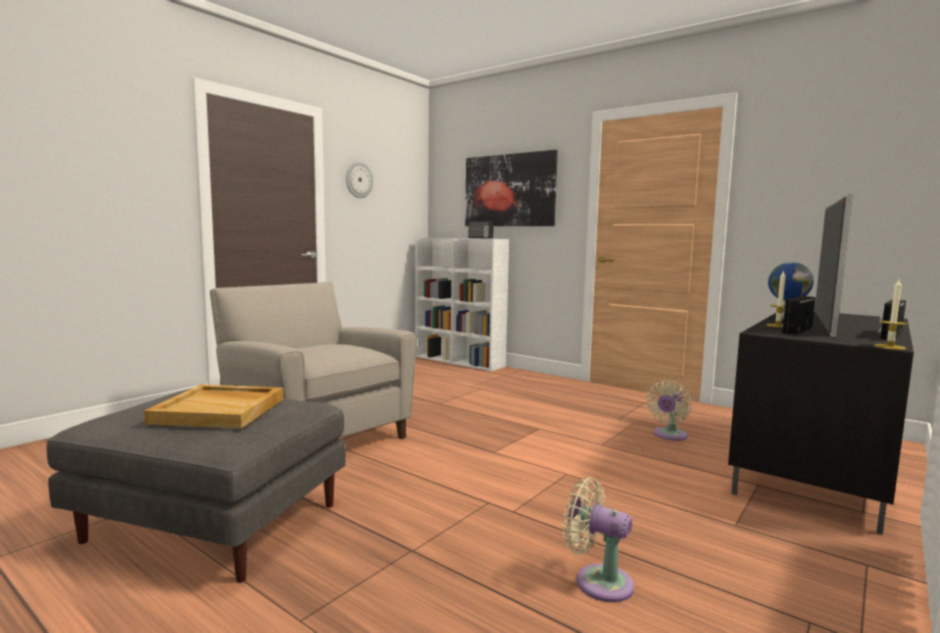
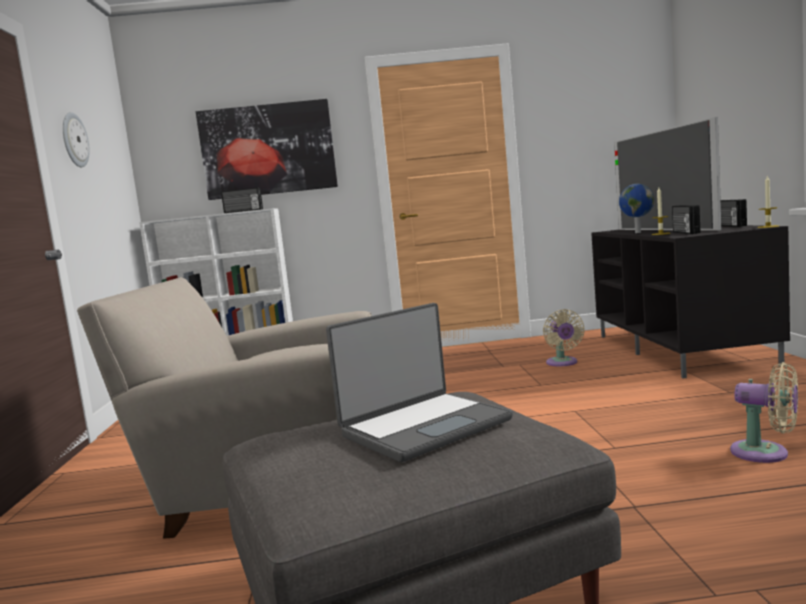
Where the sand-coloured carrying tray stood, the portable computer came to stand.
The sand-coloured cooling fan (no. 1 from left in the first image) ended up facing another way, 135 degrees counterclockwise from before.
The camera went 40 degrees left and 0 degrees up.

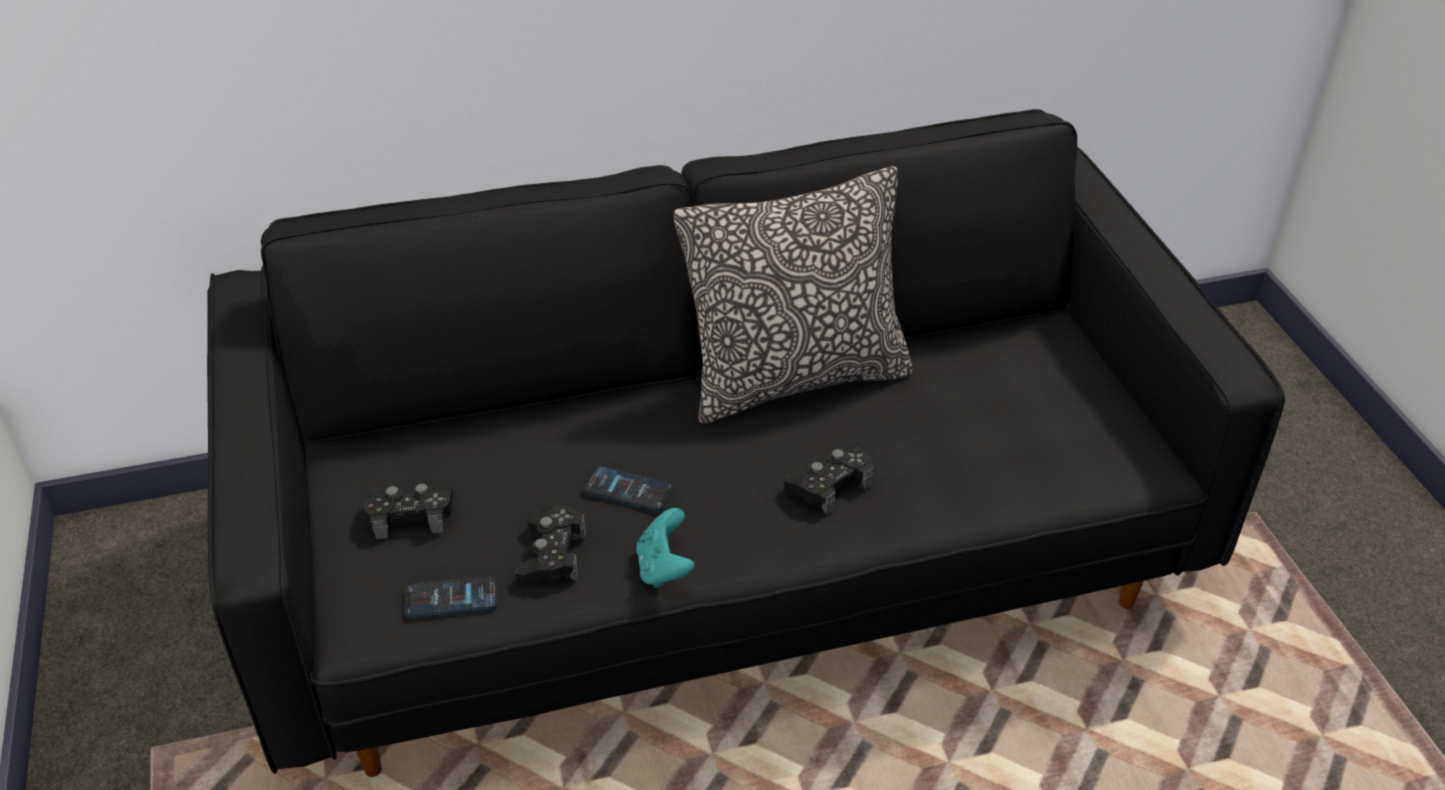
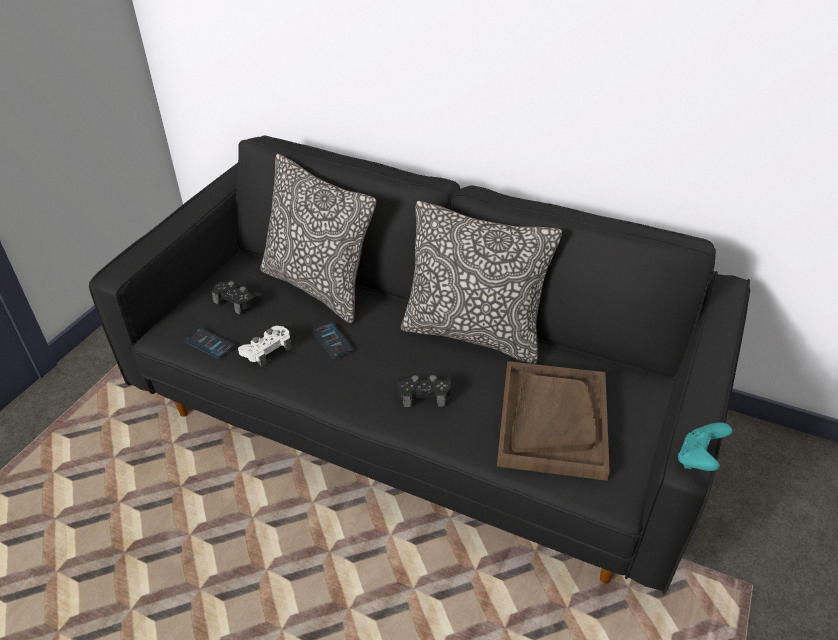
What was the blackish game controller (no. 2 from left) turned into the whitish game controller.
The turquoise game controller ended up elsewhere.
The second view gained the cushion (no. 1 from left).
The second view gained the brown-coloured carrying tray.
The camera went 40 degrees right and 0 degrees up.

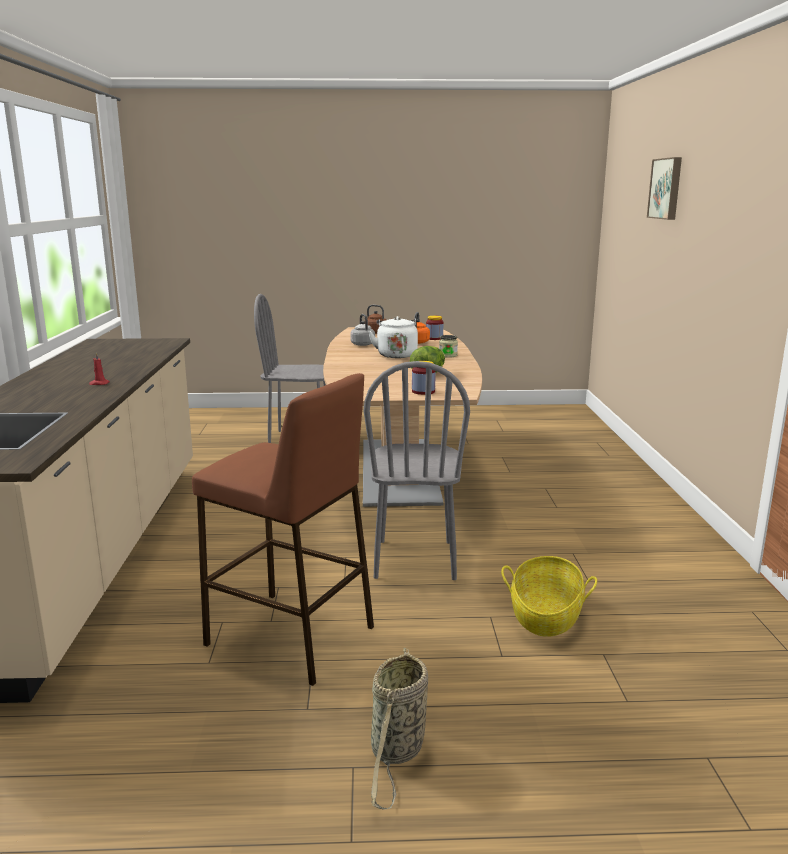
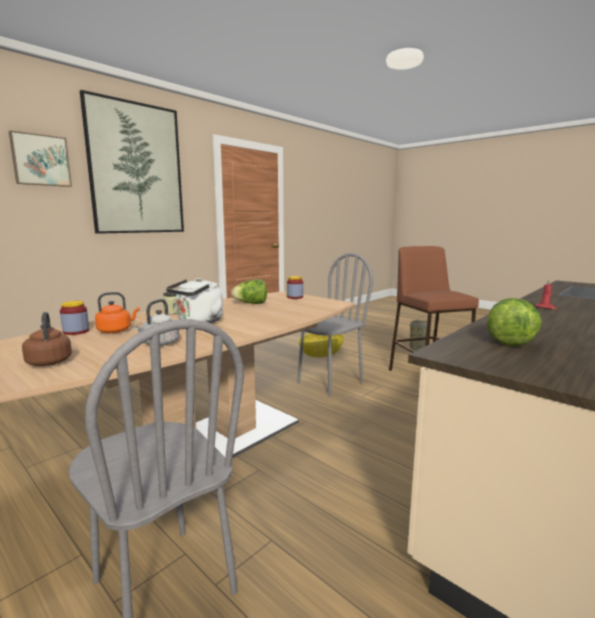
The second view gained the wall picture (no. 2 from left).
The second view gained the lettuce (no. 2 from left).
The camera went 135 degrees left and 5 degrees down.

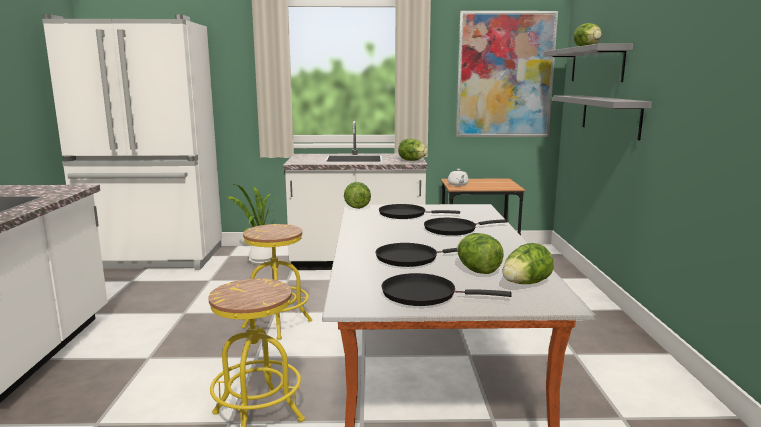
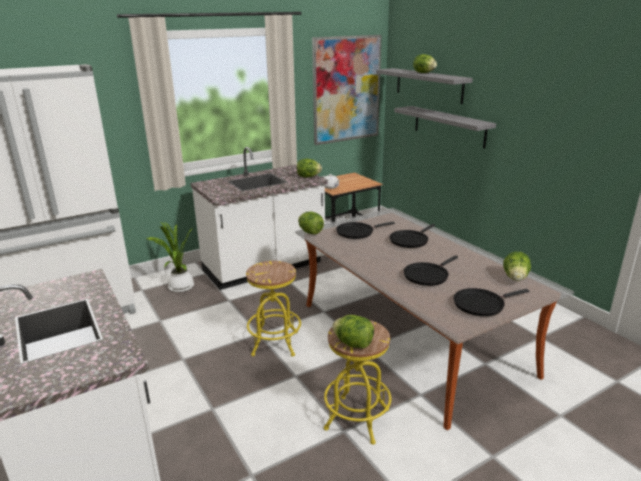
The lettuce (no. 3 from left) ended up elsewhere.
The camera went 30 degrees left and 10 degrees up.

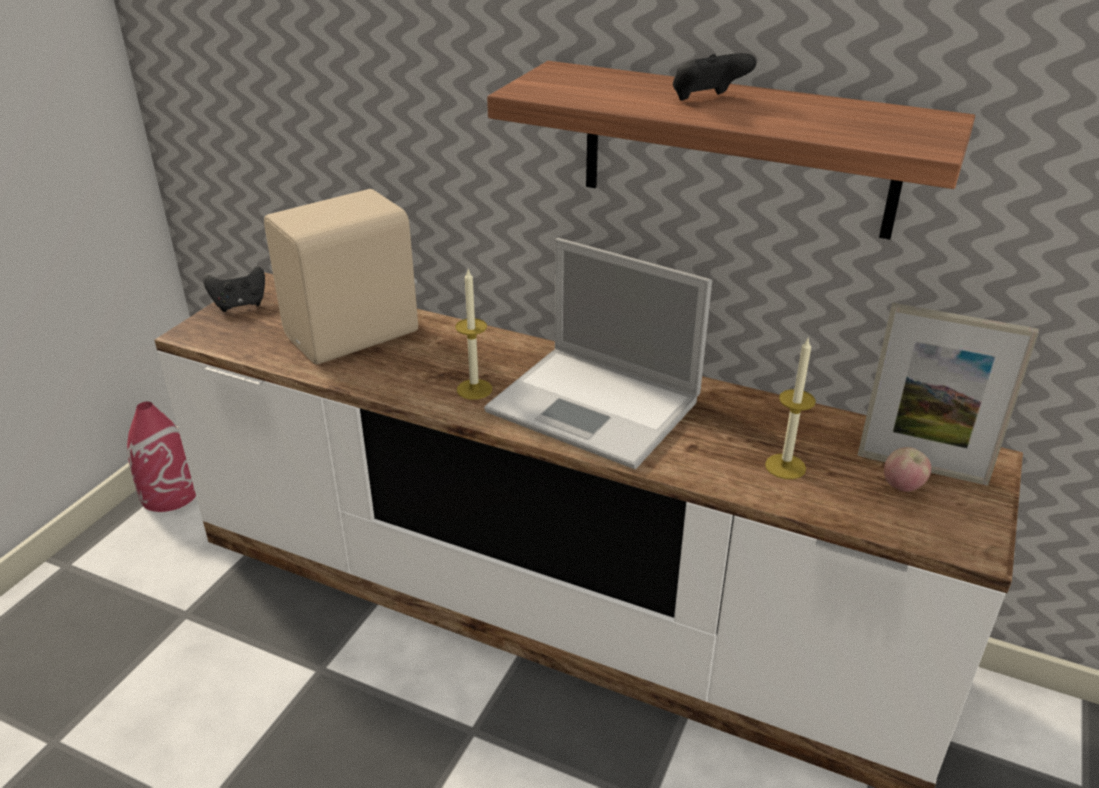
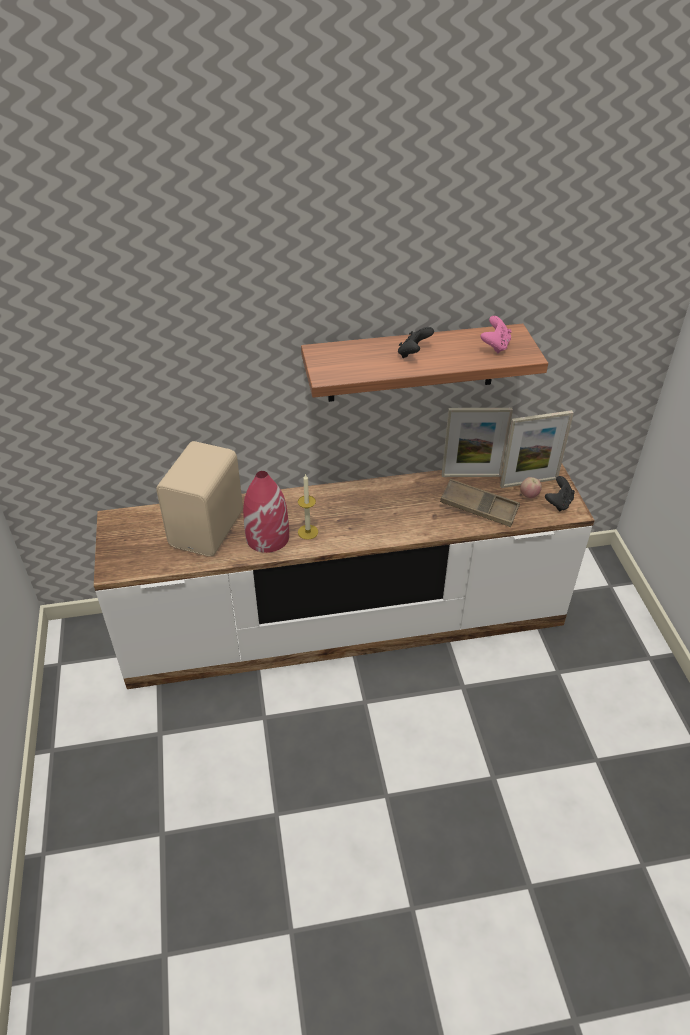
The red-coloured flower vase ended up elsewhere.
The blackish game controller (no. 1 from left in the first image) ended up elsewhere.
The second view lost the portable computer.
Where the wax candle (no. 2 from left) stood, the brown-coloured carrying tray came to stand.
The second view gained the standing frame (no. 1 from left).
The second view gained the pink game controller.
The camera went 35 degrees left and 10 degrees up.

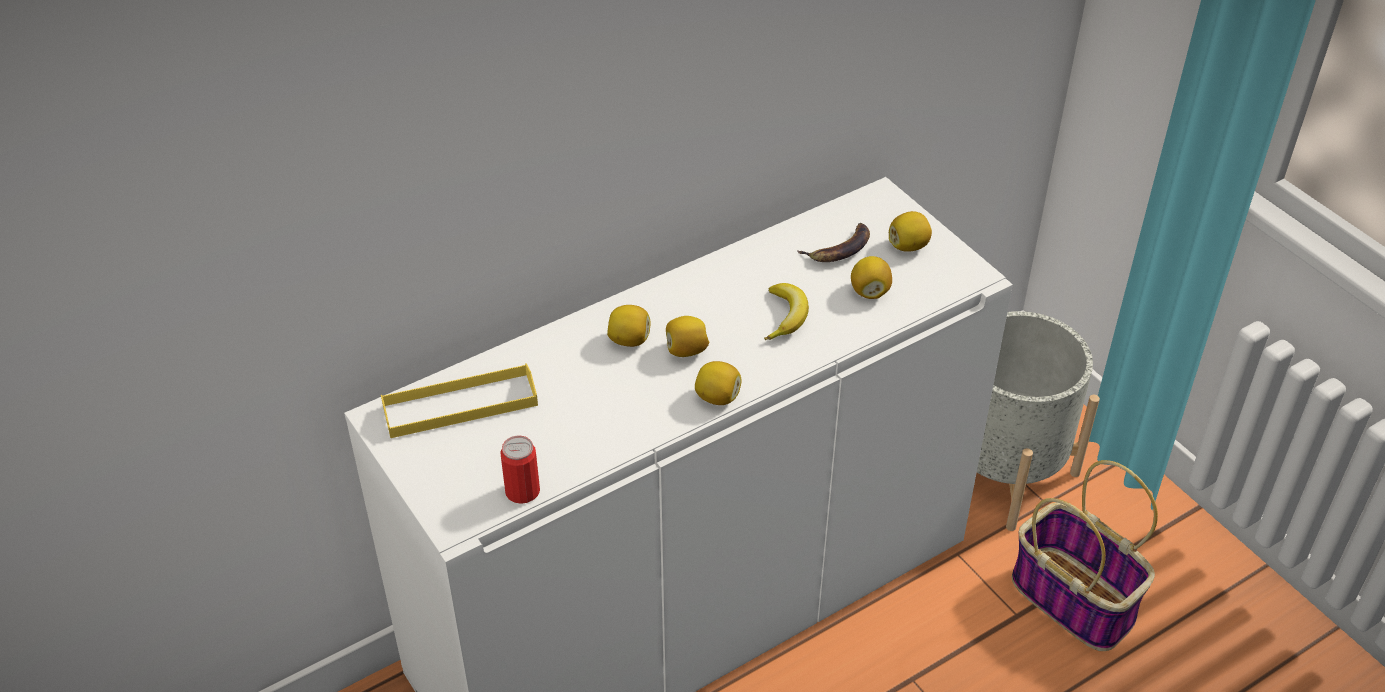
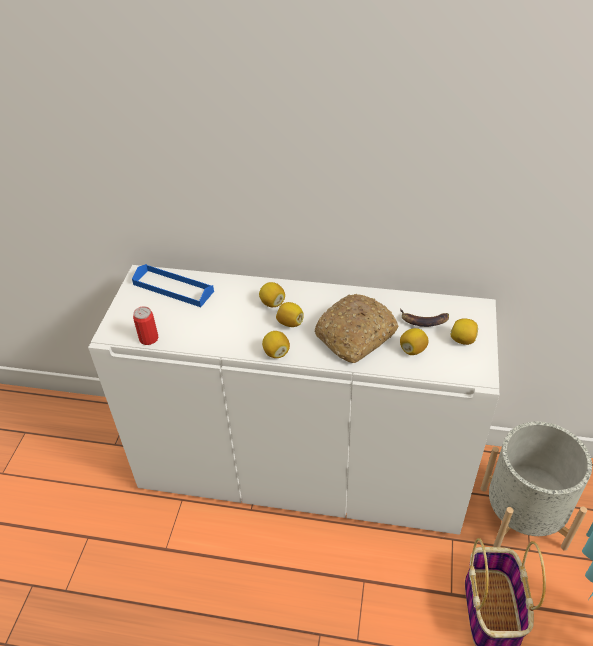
What was the yellowish carrying tray turned into the bluish carrying tray.
Where the banana fruit (no. 1 from left) stood, the bread came to stand.
The camera went 45 degrees right and 0 degrees up.

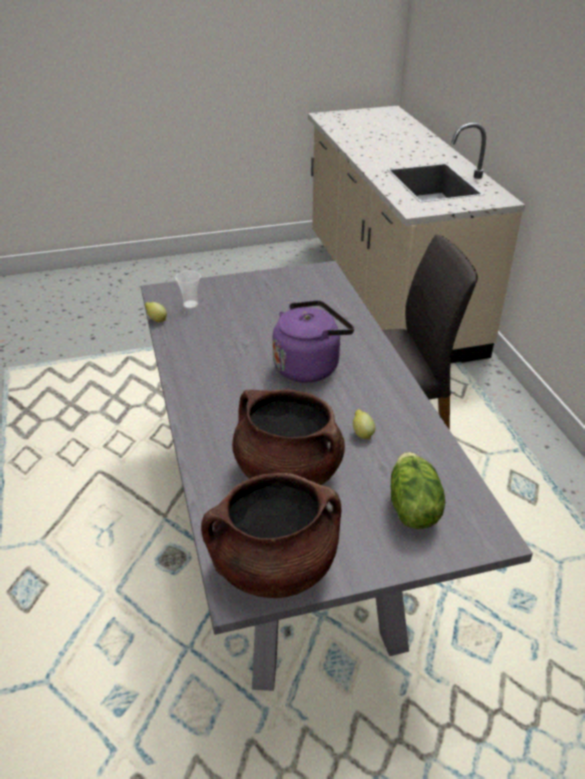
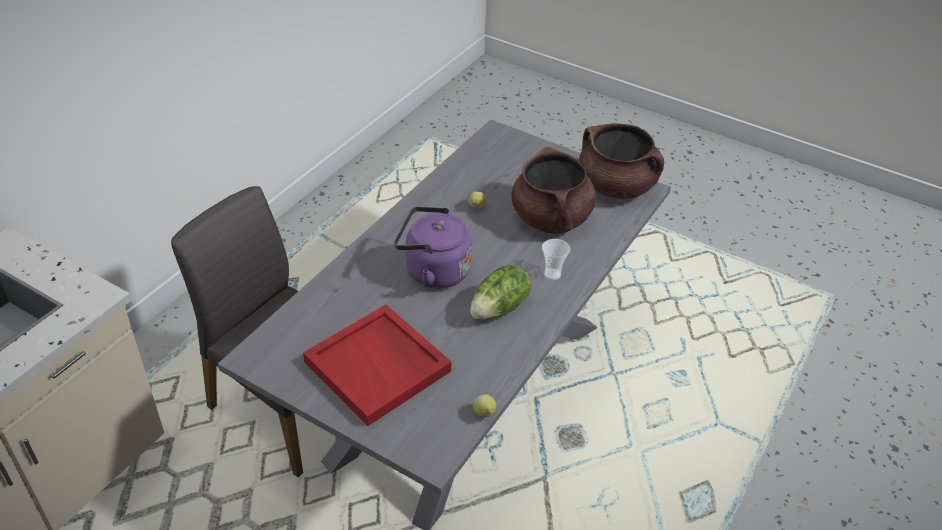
The cup ended up elsewhere.
The lettuce ended up elsewhere.
The second view gained the red-coloured carrying tray.
The camera went 135 degrees left and 5 degrees up.

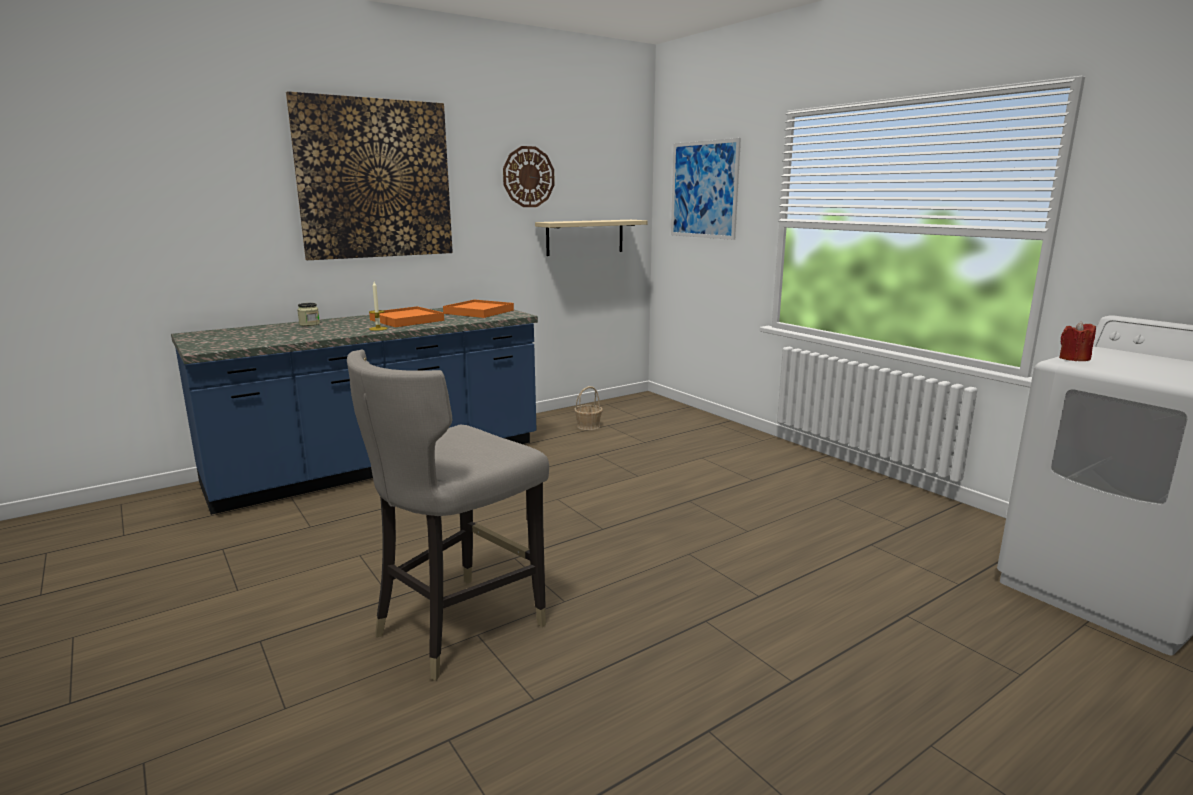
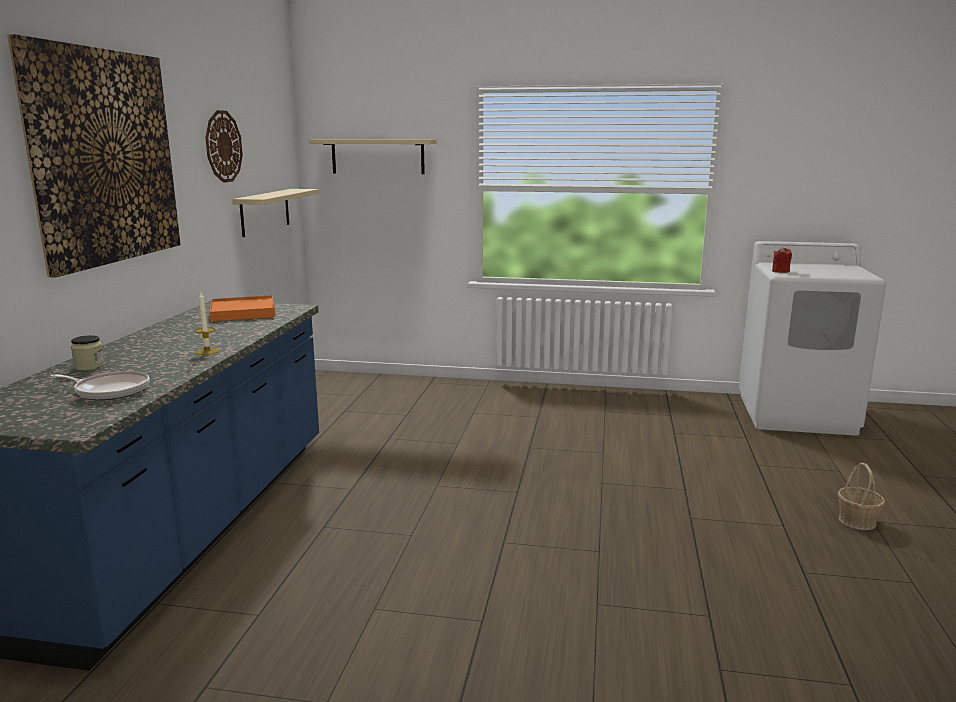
The second view lost the gray stool.
The second view lost the orange-coloured carrying tray (no. 1 from left).
The storage basket ended up elsewhere.
Where the wall picture (no. 2 from left) hung, the sand-coloured shelf (no. 2 from left) came to hang.
The second view gained the frying pan.
The camera went 45 degrees left and 0 degrees up.

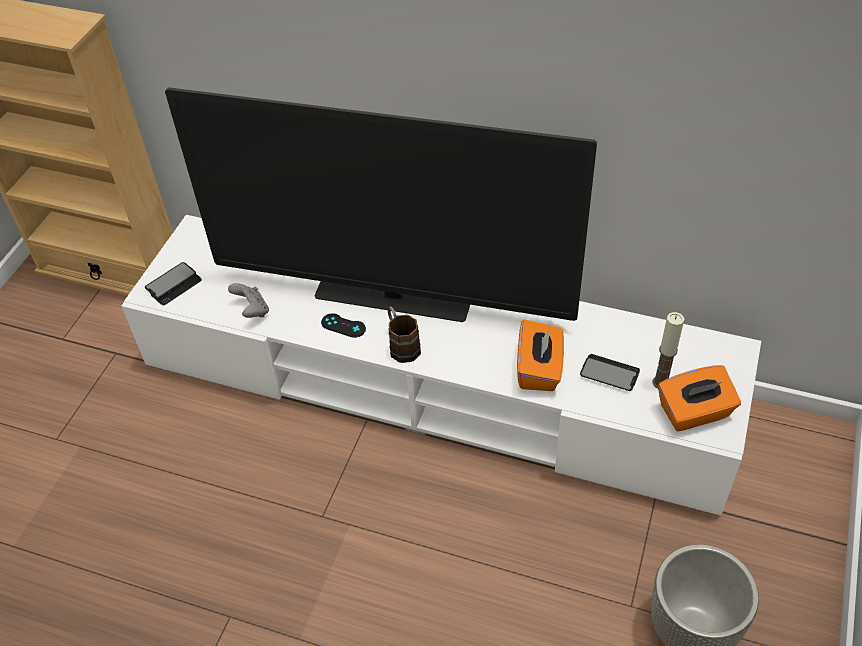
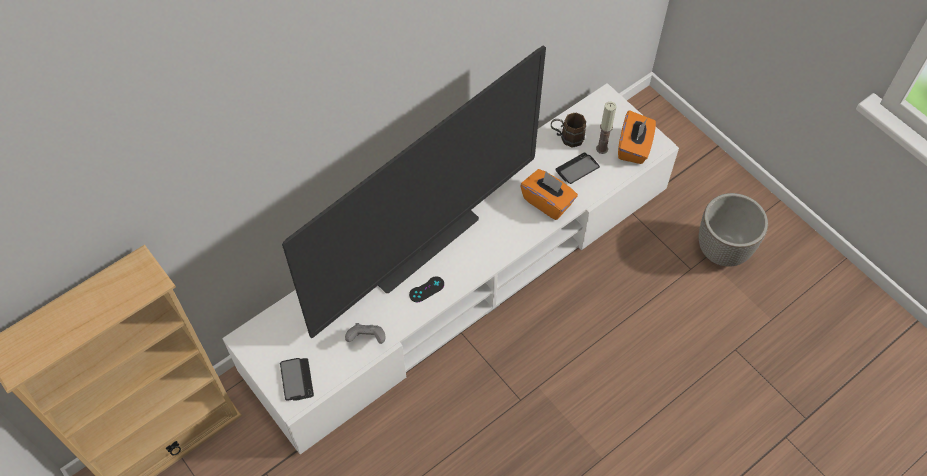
The brown-coloured coffee mug ended up elsewhere.
The camera went 60 degrees left and 10 degrees up.

